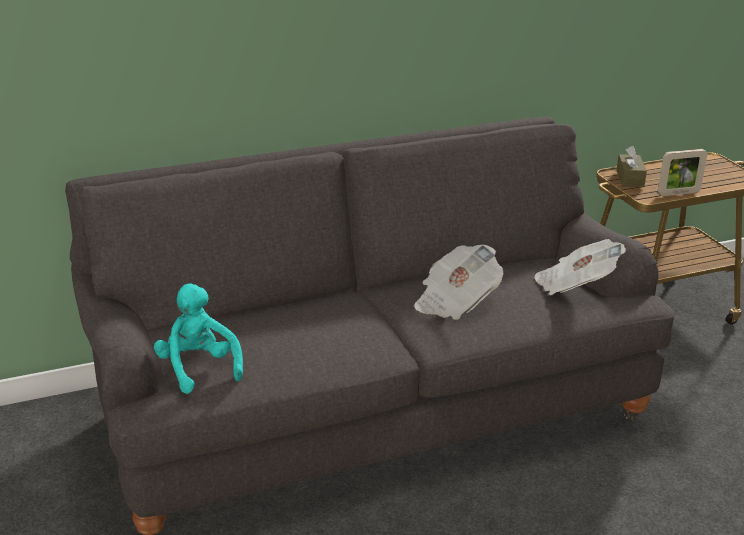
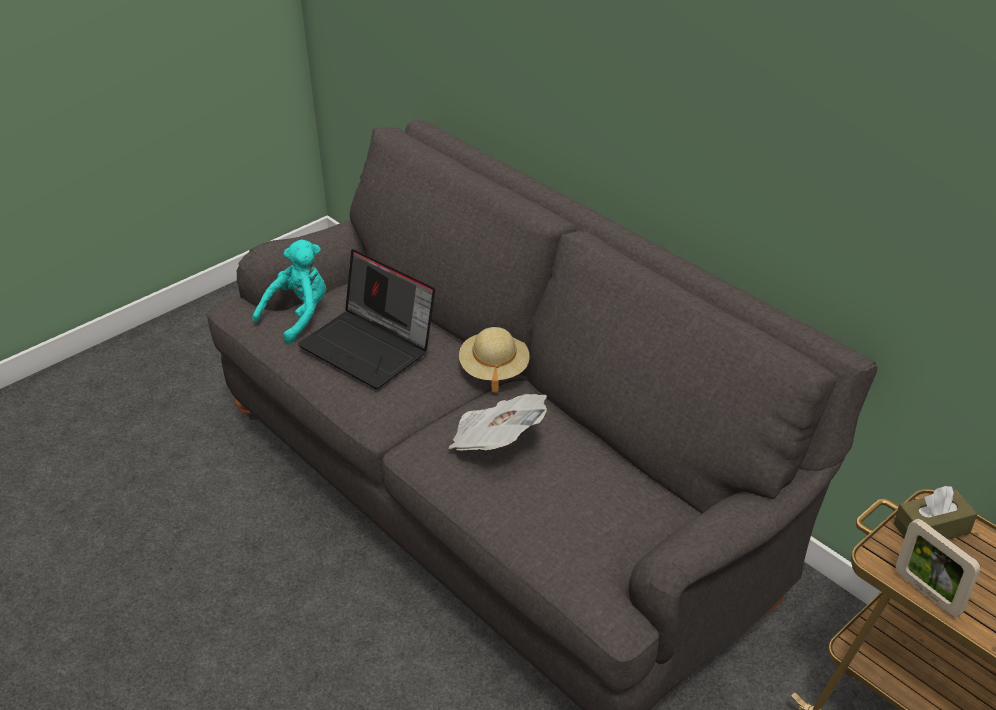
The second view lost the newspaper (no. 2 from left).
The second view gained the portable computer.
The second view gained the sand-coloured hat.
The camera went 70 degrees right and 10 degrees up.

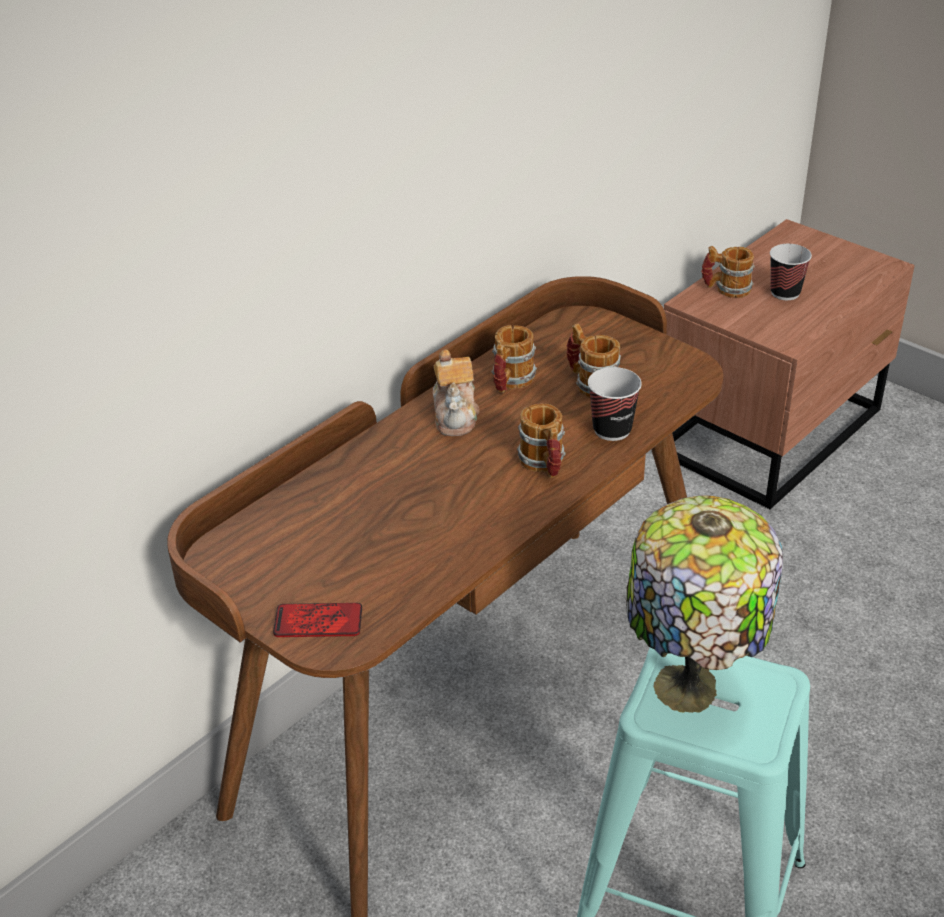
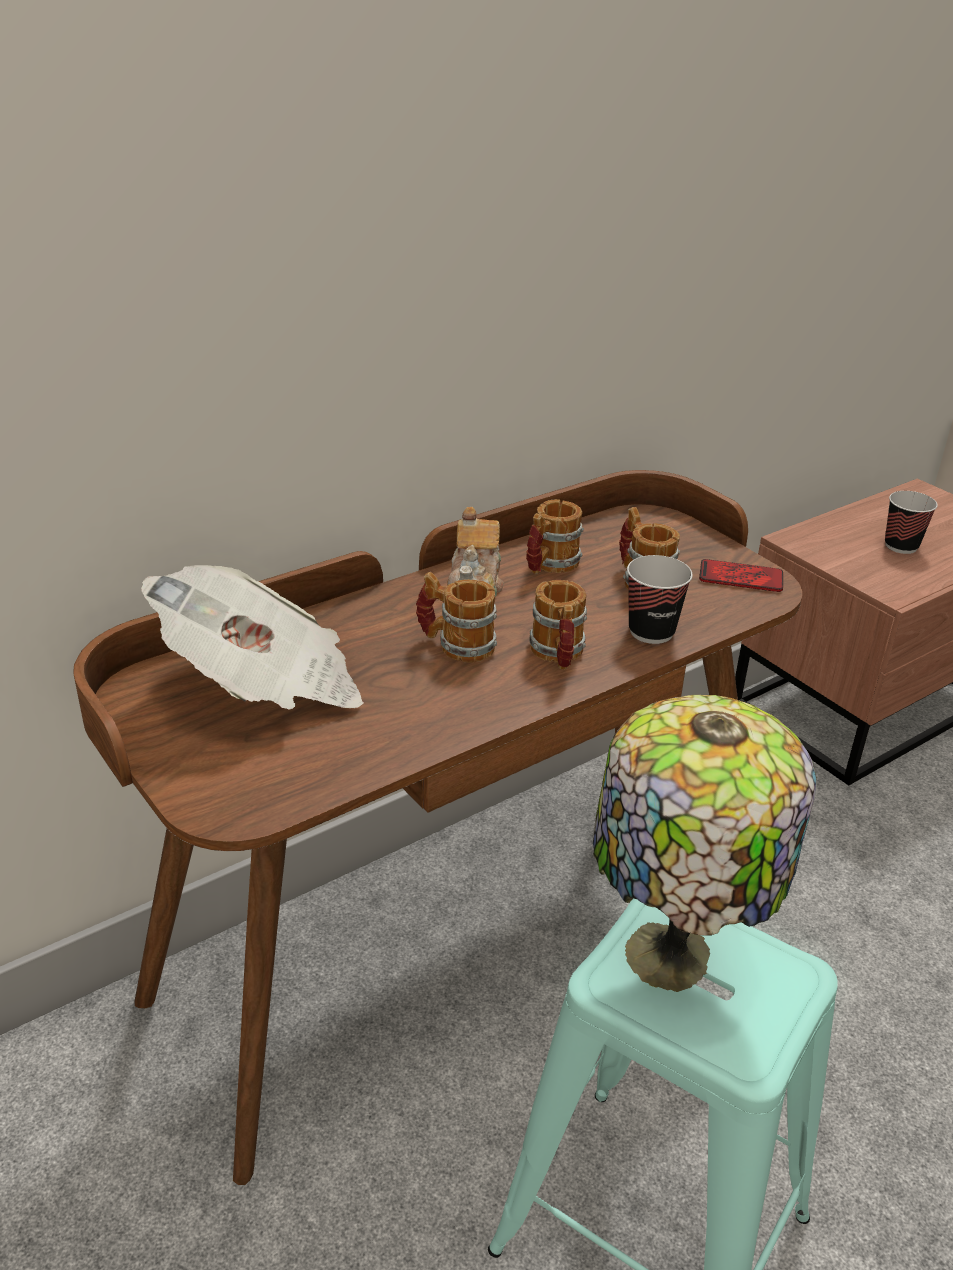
The handset ended up elsewhere.
The coffee mug (no. 4 from left in the first image) ended up elsewhere.
The second view gained the newspaper.
The camera went 10 degrees right and 5 degrees down.

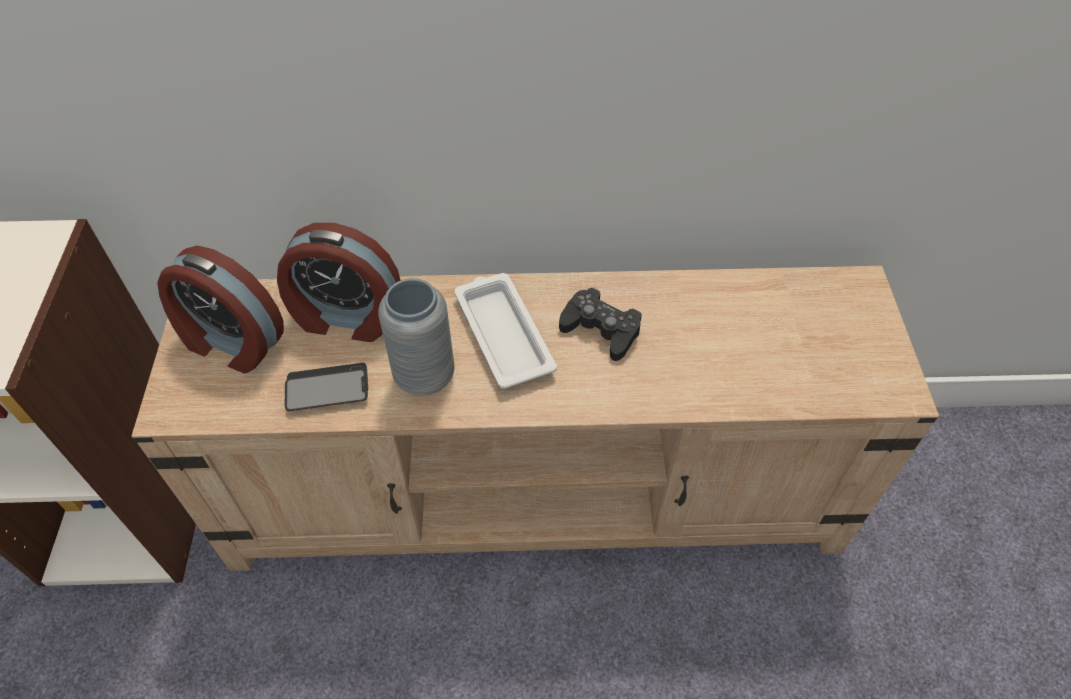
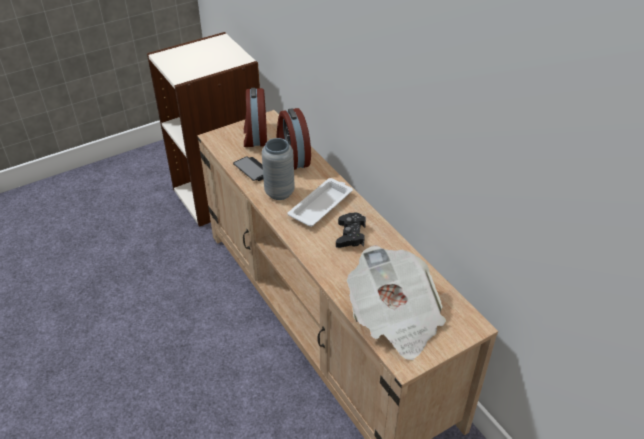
The second view gained the newspaper.
The camera went 60 degrees right and 10 degrees down.

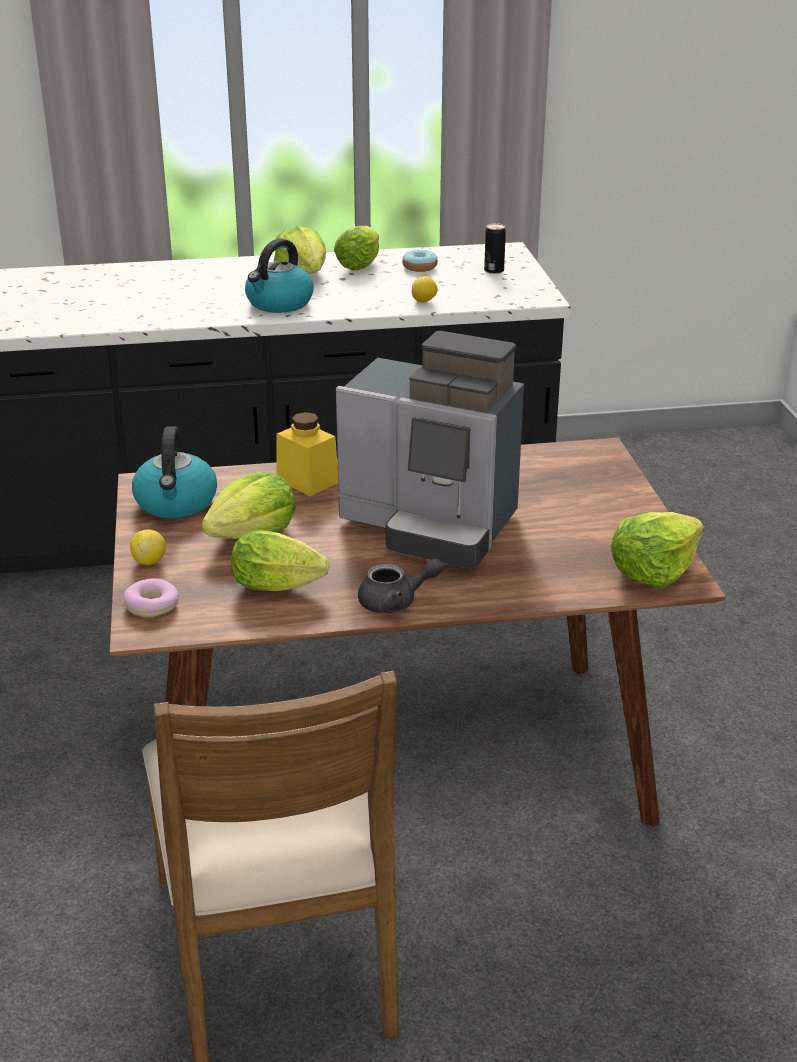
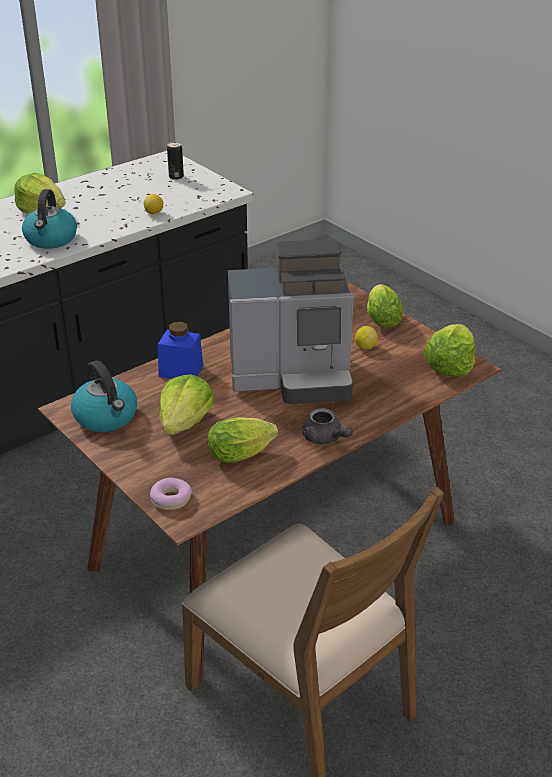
The lemon (no. 1 from left in the first image) ended up elsewhere.
What was the yellowish preserve jar turned into the bluish preserve jar.
The lettuce (no. 4 from left) ended up elsewhere.
The gray tea pot ended up facing another way, 90 degrees clockwise from before.
The second view lost the donut (no. 2 from left).
The camera went 30 degrees left and 5 degrees up.

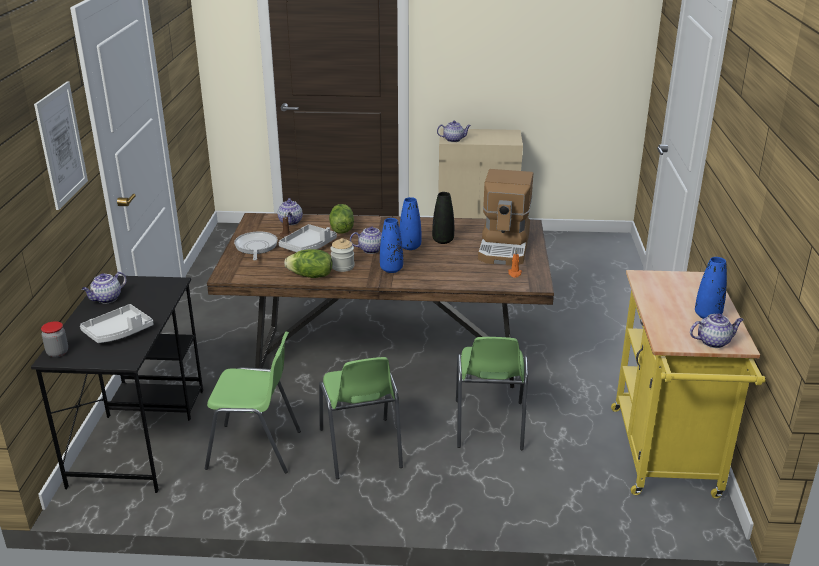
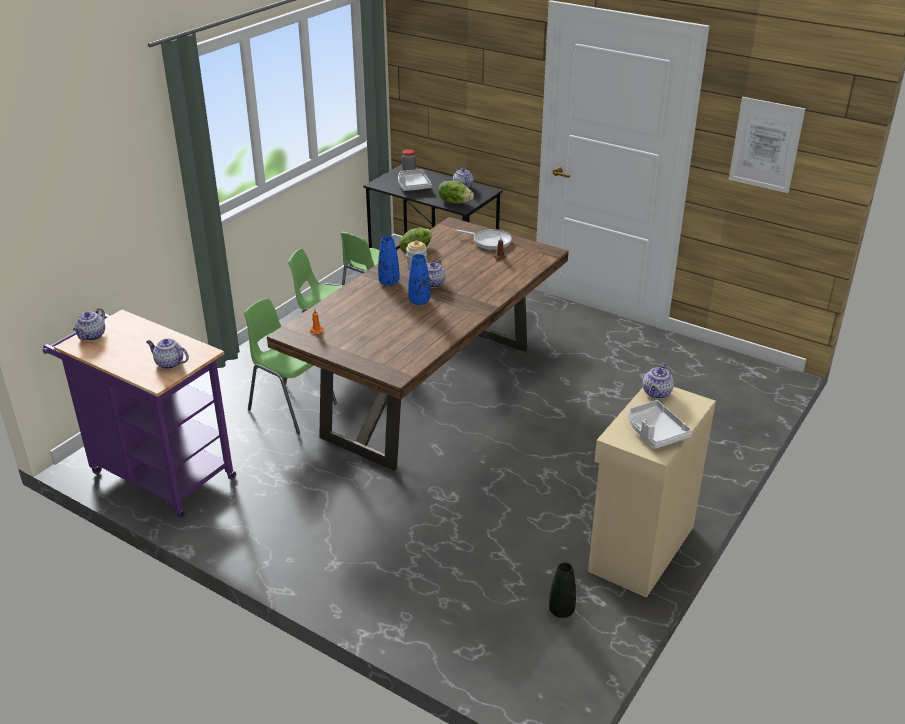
The wall picture ended up elsewhere.
The tea pot (no. 2 from left) ended up elsewhere.
The gray carrying tray (no. 2 from left) ended up elsewhere.
The lettuce (no. 2 from left) ended up elsewhere.
The blackish flower vase ended up elsewhere.
The second view lost the coffee maker.
What was the yellowish wheeled cart turned into the purplish wheeled cart.
The second view lost the bluish flower vase (no. 3 from left).
The camera went 120 degrees right and 5 degrees up.

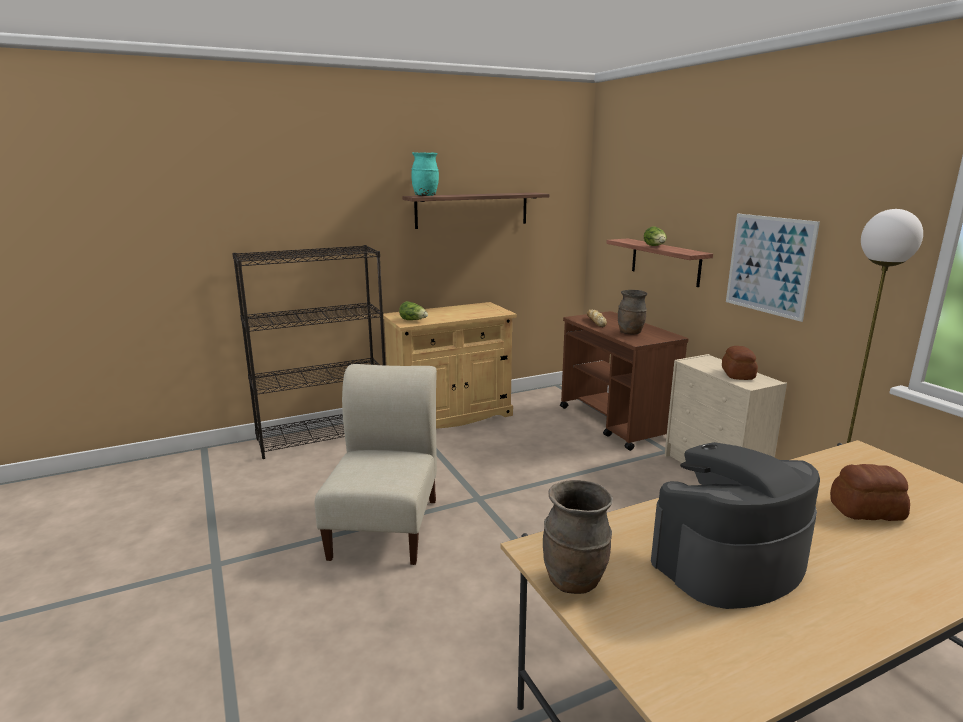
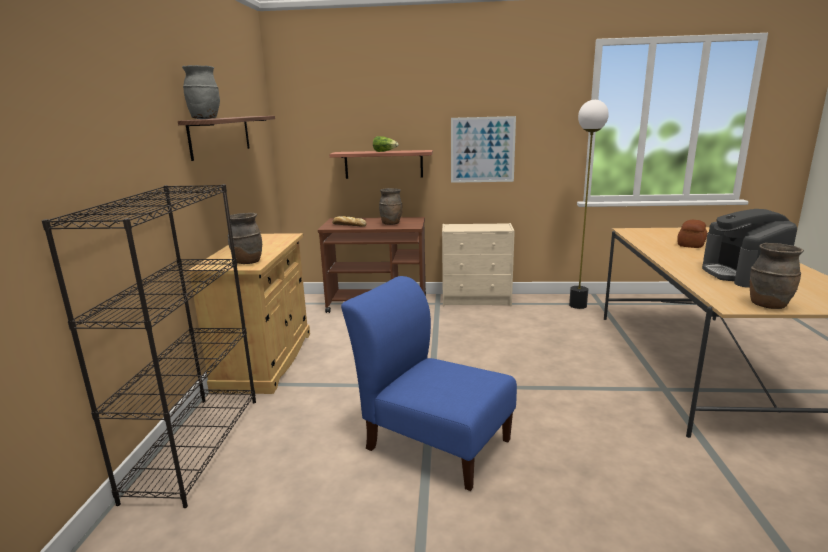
What was the sand-coloured chair turned into the bluish chair.
Where the lettuce (no. 1 from left) stood, the brown-coloured flower vase (no. 1 from left) came to stand.
What was the turquoise flower vase turned into the gray flower vase.
The second view lost the bread (no. 2 from left).
The camera went 60 degrees left and 0 degrees up.

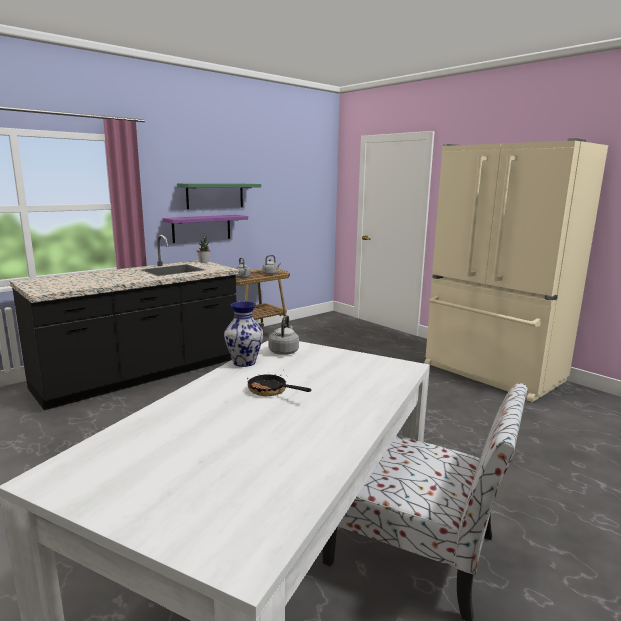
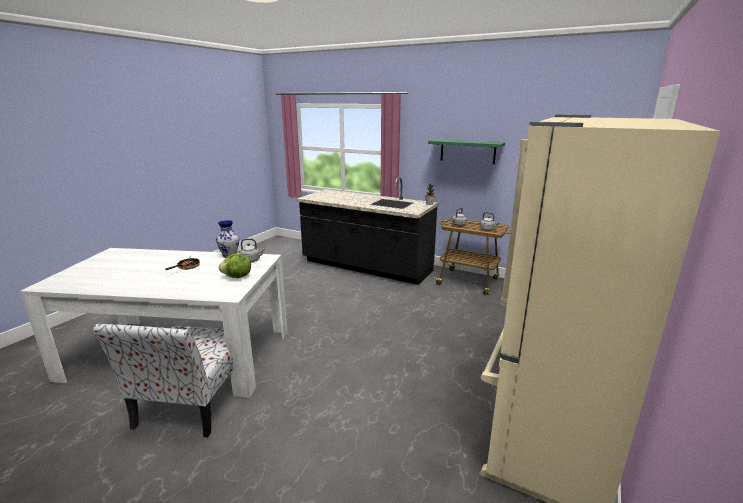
The second view lost the purplish shelf.
The second view gained the lettuce.
The camera went 70 degrees right and 5 degrees up.

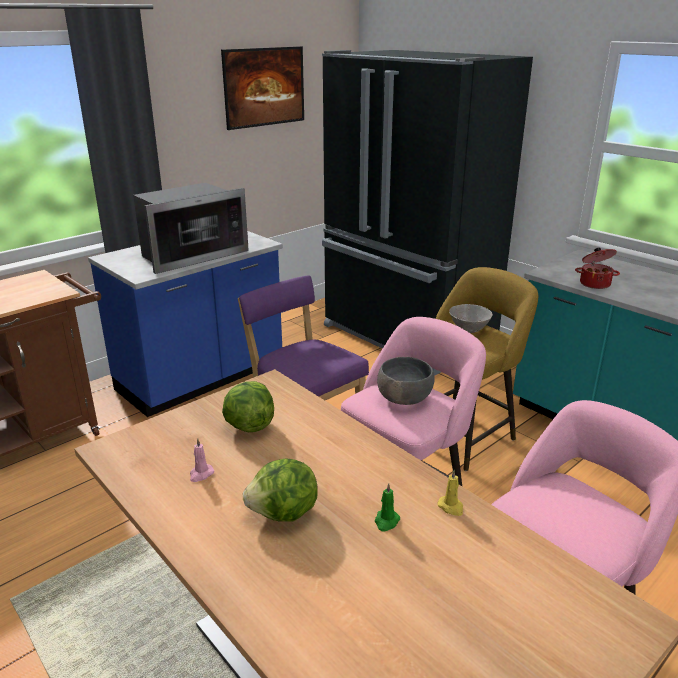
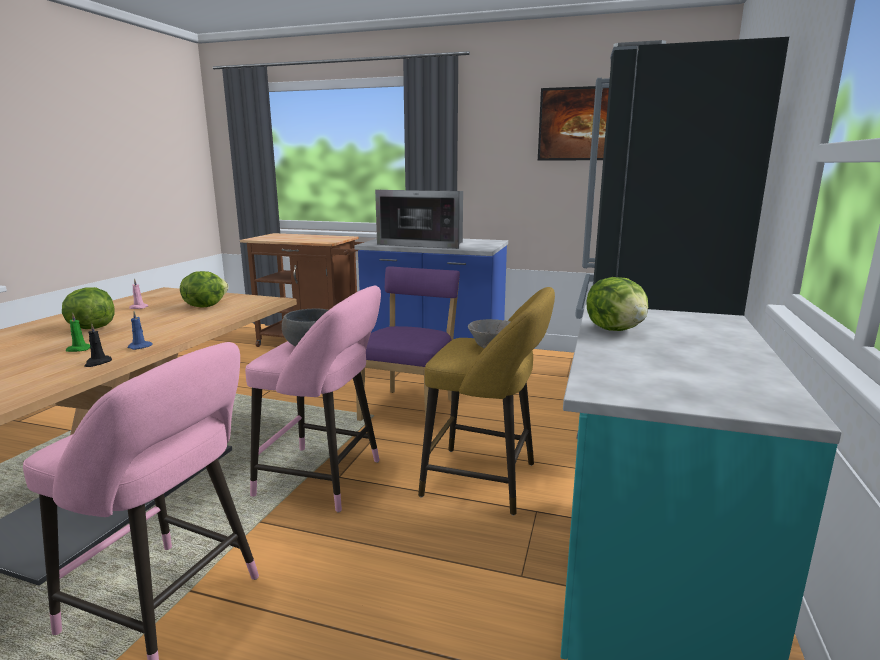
What was the yellowish wax candle turned into the blackish wax candle.
Where the saucepot stood, the lettuce (no. 3 from left) came to stand.
The second view gained the bluish wax candle.
The camera went 60 degrees right and 10 degrees down.

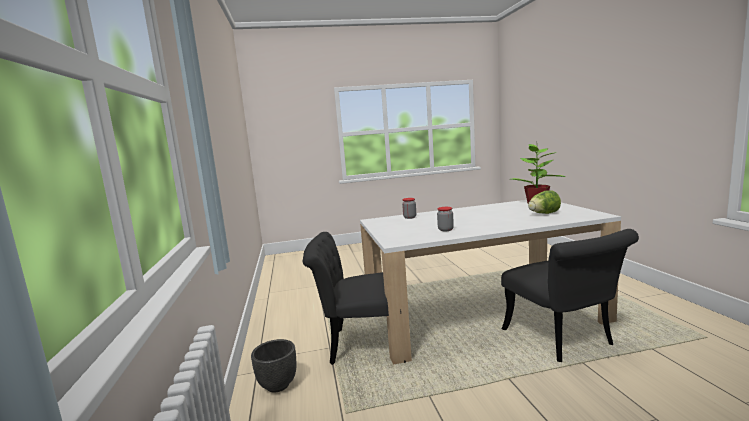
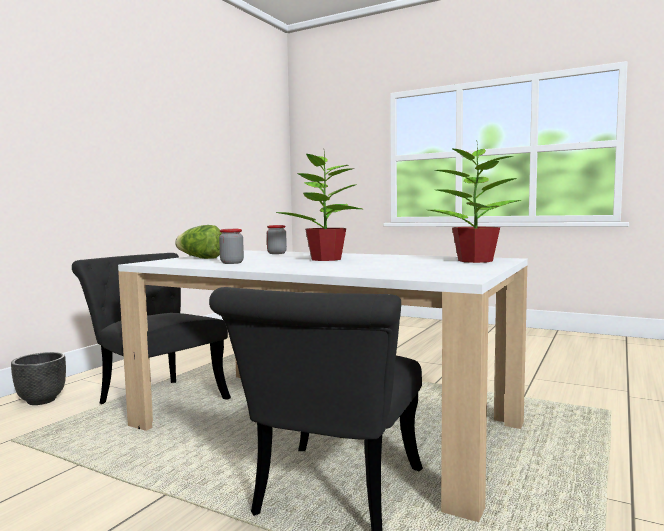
The lettuce ended up elsewhere.
The second view gained the potted plant (no. 1 from left).
The camera went 40 degrees right and 5 degrees down.

